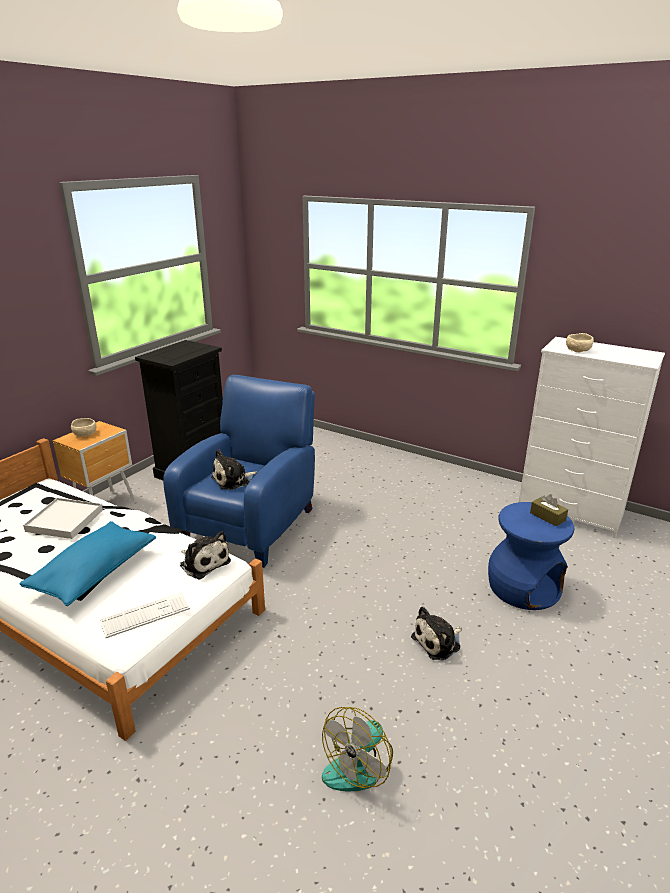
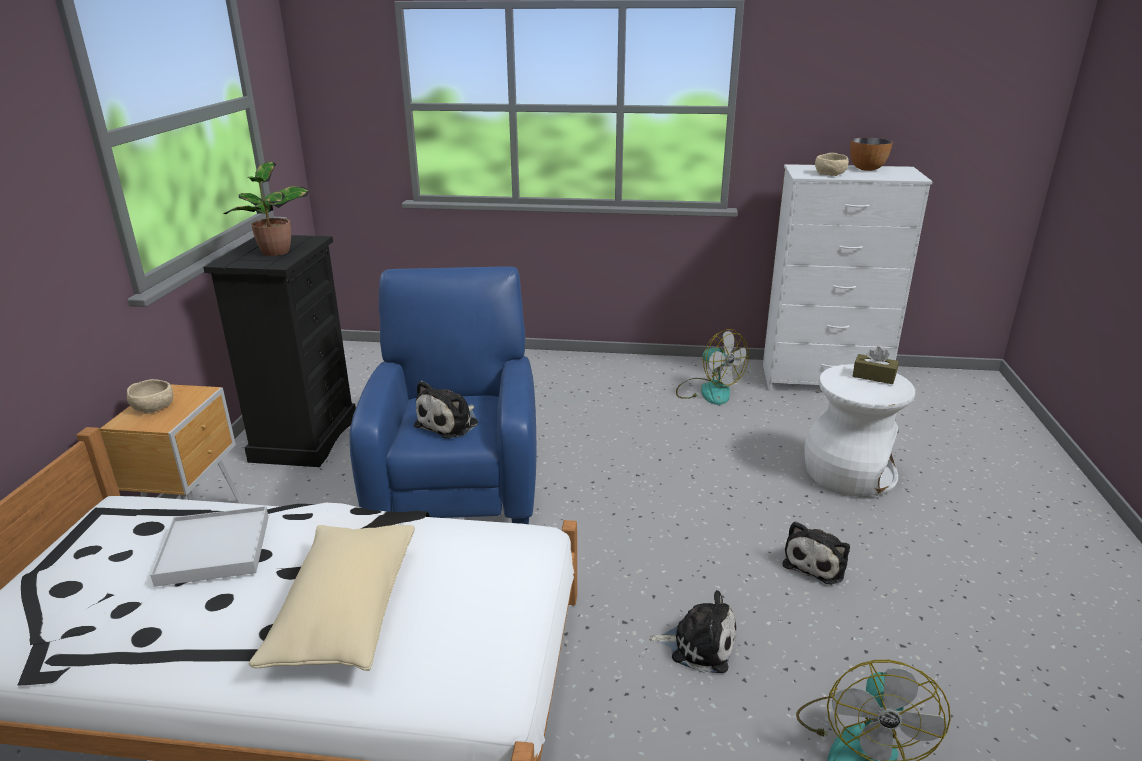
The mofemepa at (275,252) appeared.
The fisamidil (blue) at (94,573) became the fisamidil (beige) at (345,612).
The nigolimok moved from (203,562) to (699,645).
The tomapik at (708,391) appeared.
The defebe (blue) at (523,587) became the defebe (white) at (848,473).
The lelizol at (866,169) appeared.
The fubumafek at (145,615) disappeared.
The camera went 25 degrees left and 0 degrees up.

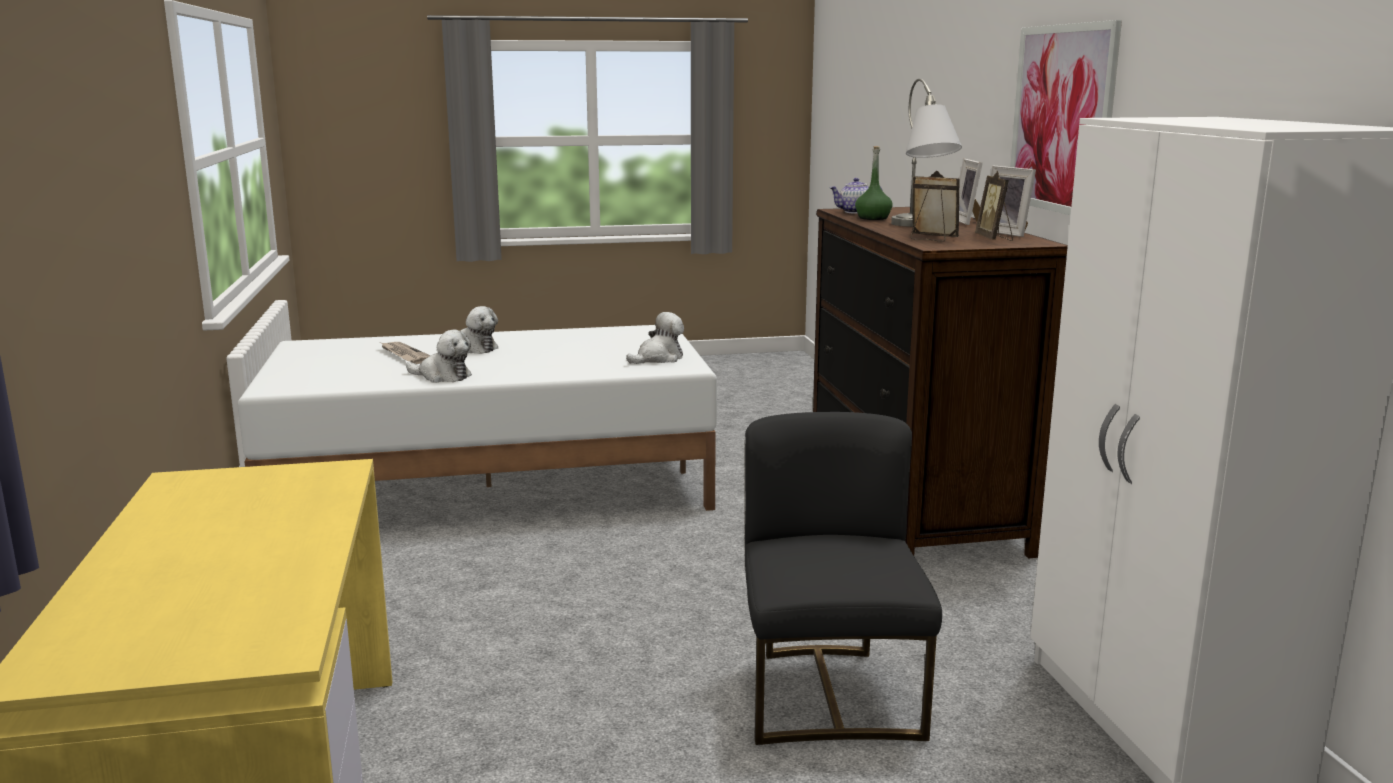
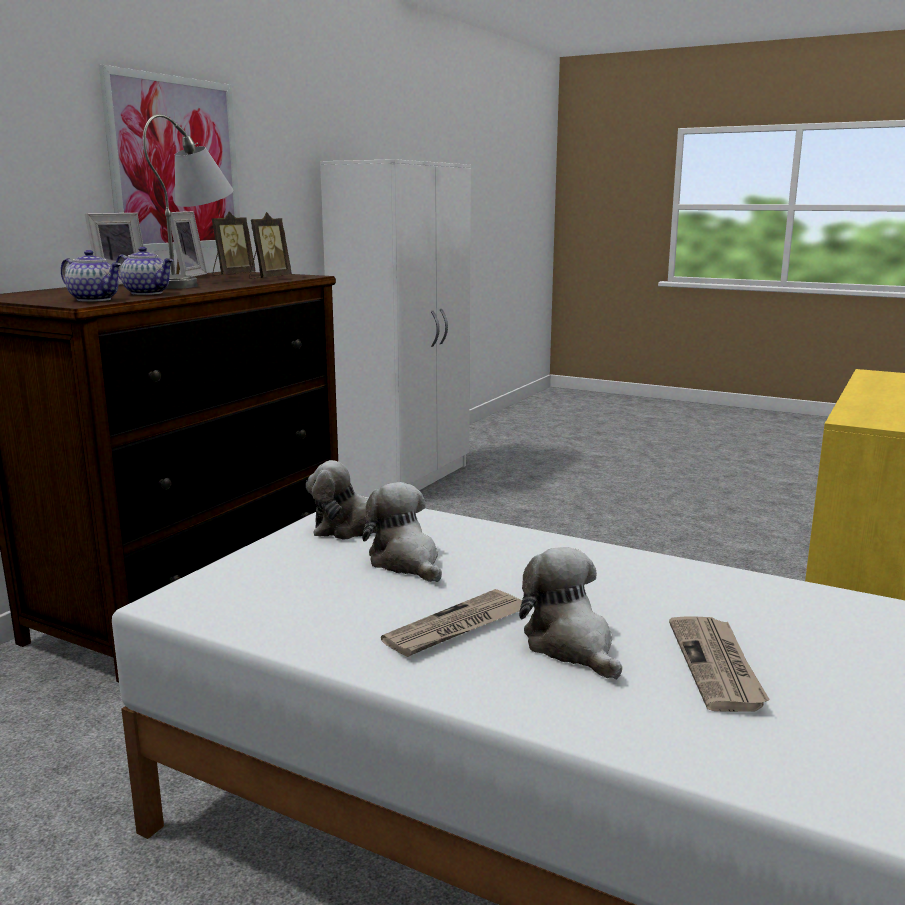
The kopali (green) at (873,218) was replaced by the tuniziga at (148,293).
The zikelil at (931,239) turned 135 degrees counterclockwise.
The nigolimok moved from (442,376) to (406,562).
The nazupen at (456,628) appeared.
The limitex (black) at (829,695) disappeared.
The camera went 140 degrees left and 0 degrees up.

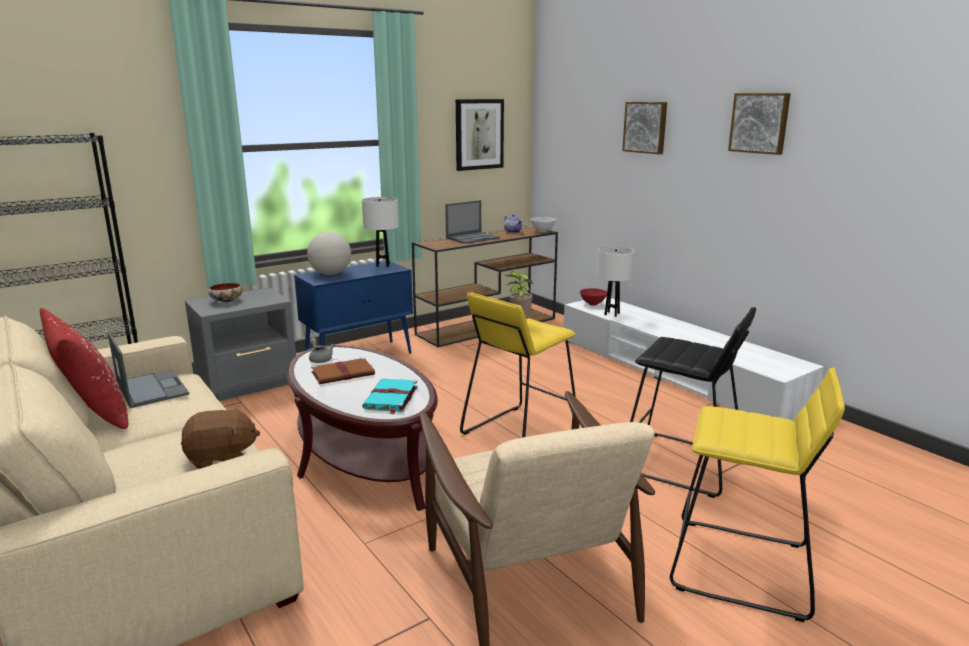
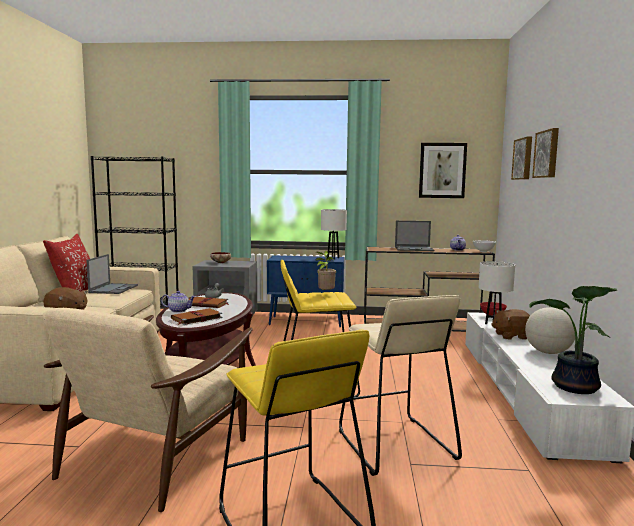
The tuniziga at (179,310) appeared.
The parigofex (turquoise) at (390,398) became the parigofex (brown) at (196,318).
The defebe (black) at (681,463) became the defebe (beige) at (394,445).
The nigolimok (brown) at (511,336) appeared.
The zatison moved from (760,123) to (523,159).
The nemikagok moved from (331,274) to (548,352).
The mofemepa at (574,388) appeared.
The camera went 40 degrees right and 10 degrees down.

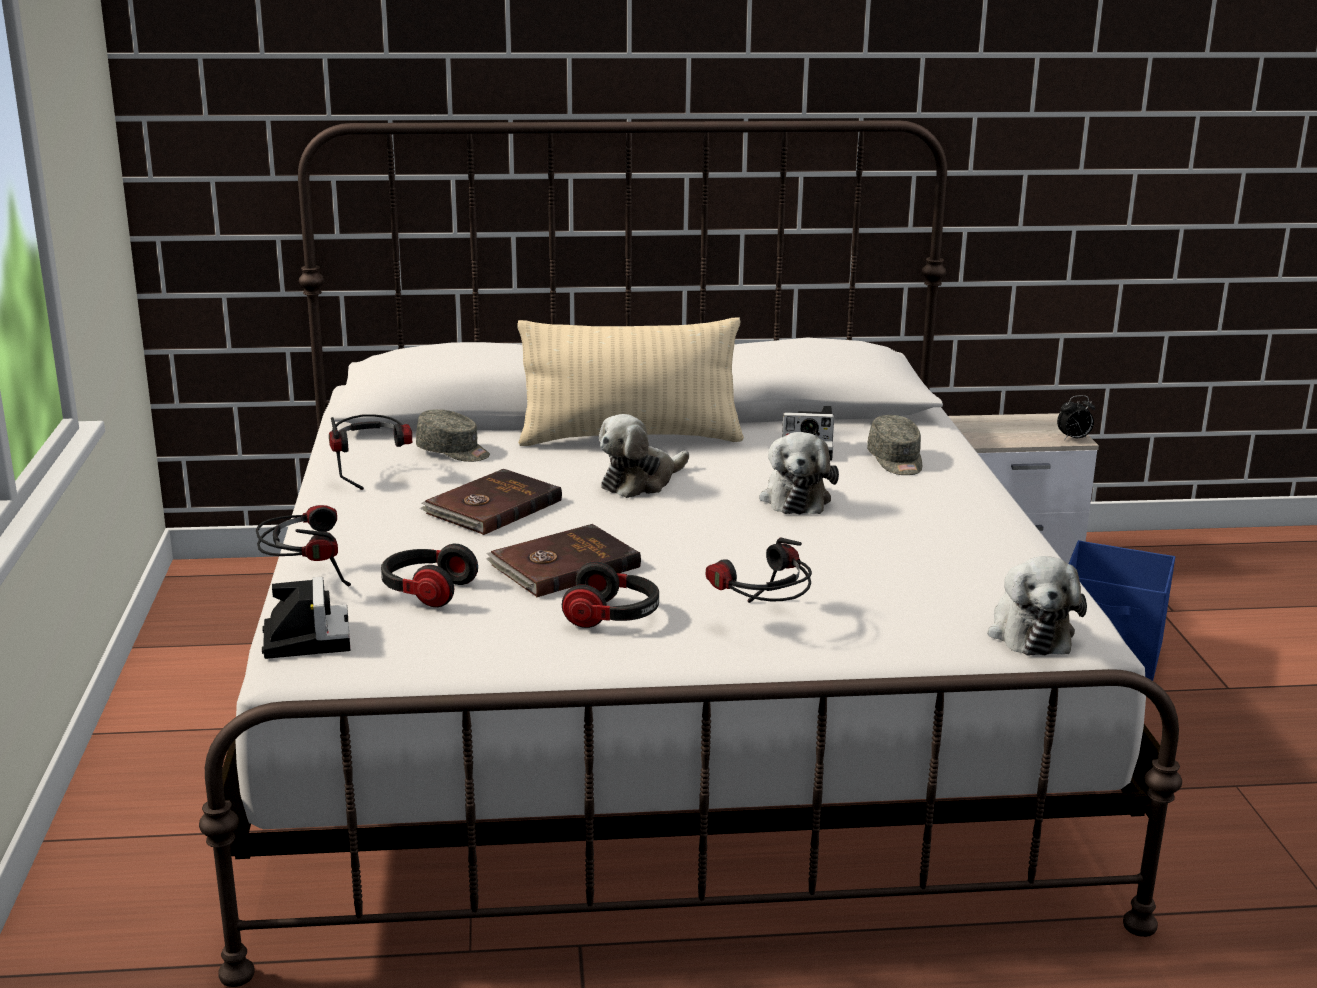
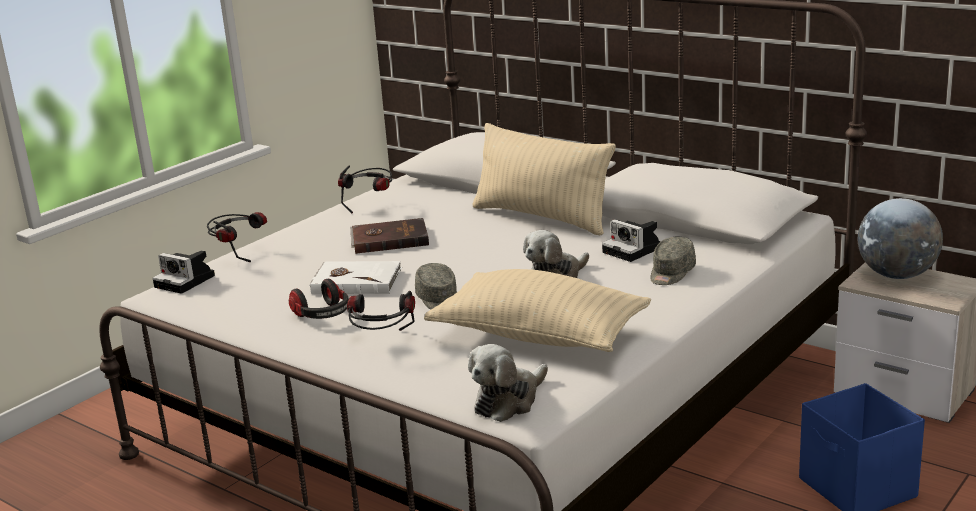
The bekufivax at (305,638) turned 90 degrees clockwise.
The parigofex (brown) at (563,566) became the parigofex (white) at (356,281).
The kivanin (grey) moved from (453,452) to (439,300).
The fisamidil (beige) at (539,336) appeared.
The nemikagok at (897,275) appeared.
The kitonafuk at (426,591) disappeared.
The nigolimok at (640,482) disappeared.
The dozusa at (1074,439) disappeared.
The camera went 45 degrees right and 0 degrees up.

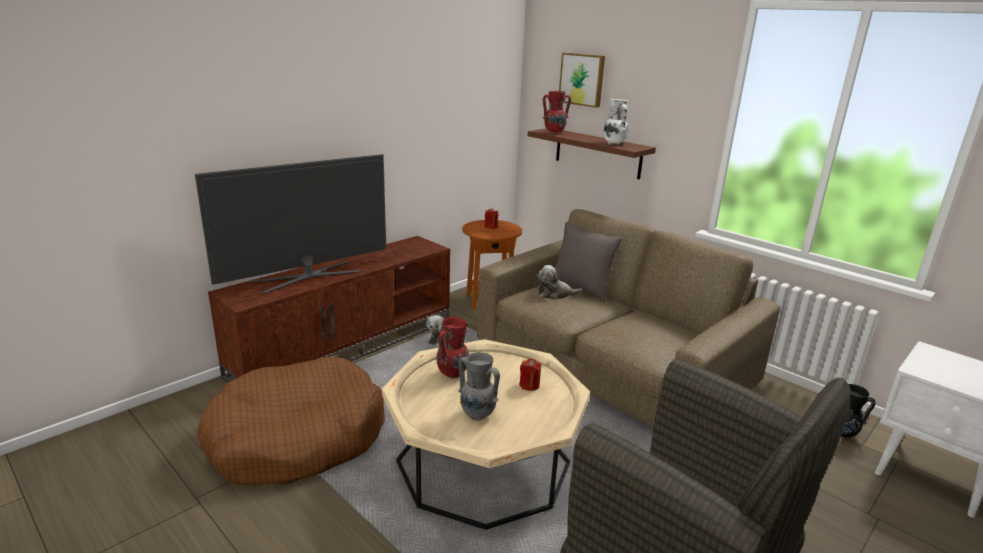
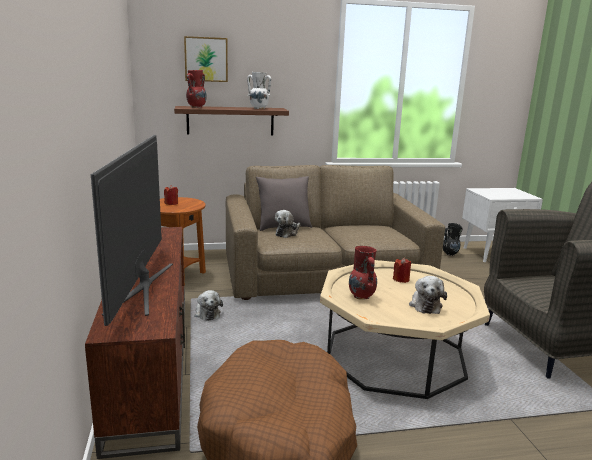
The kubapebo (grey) at (477,414) was replaced by the nigolimok at (425,305).
The camera went 55 degrees left and 5 degrees down.

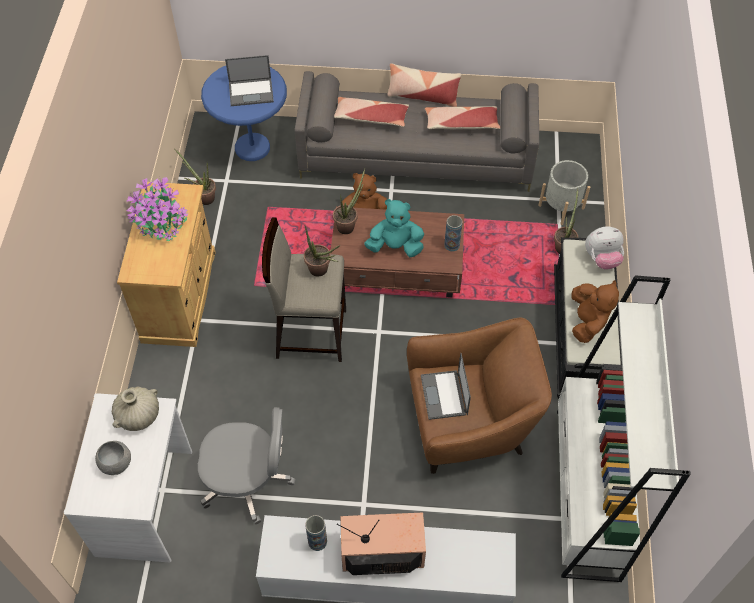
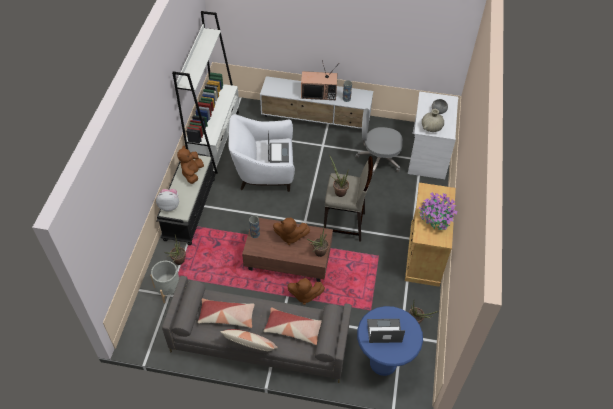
The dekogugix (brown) at (469,423) became the dekogugix (white) at (264,173).
The nigolimok (turquoise) at (395,246) became the nigolimok (brown) at (290,236).
The camera went 175 degrees left and 5 degrees down.

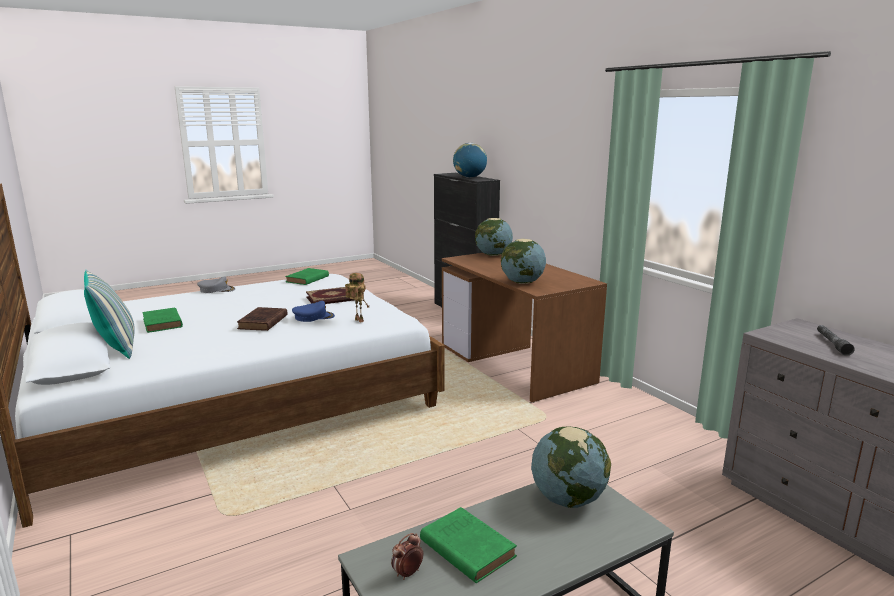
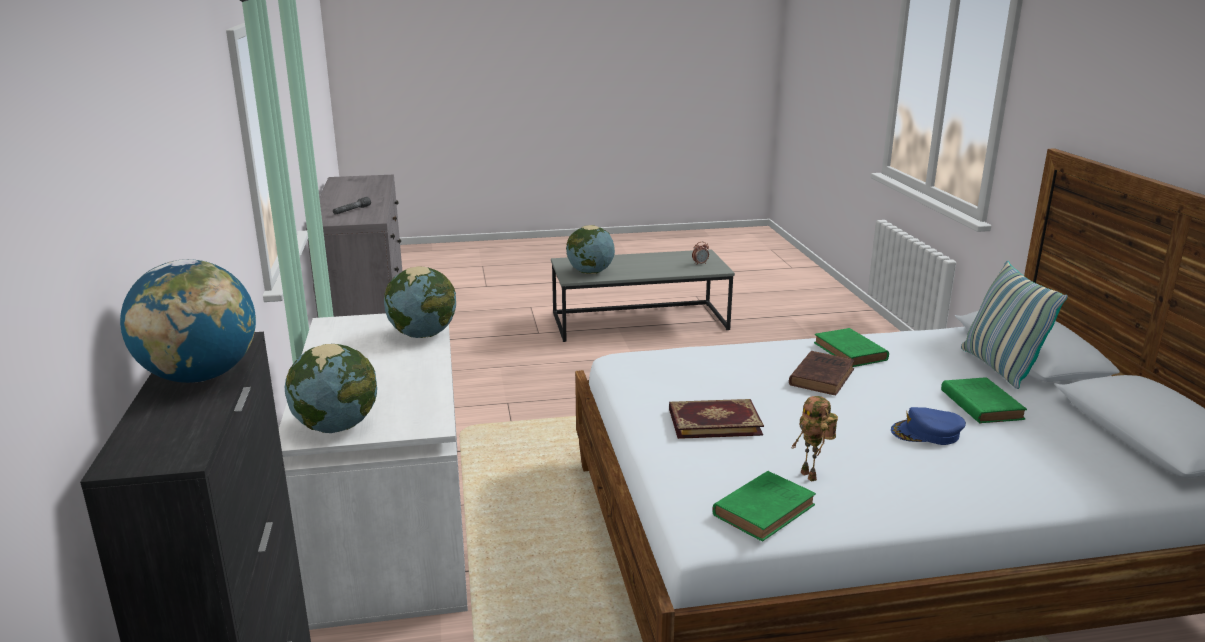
The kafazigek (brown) at (516,363) became the kafazigek (white) at (388,525).
The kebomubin moved from (357,321) to (811,476).
The parigofex (green) moved from (465,547) to (851,352).
The kivanin (blue) moved from (313,317) to (926,433).
The kivanin (grey) at (216,290) disappeared.
The camera went 160 degrees left and 5 degrees up.

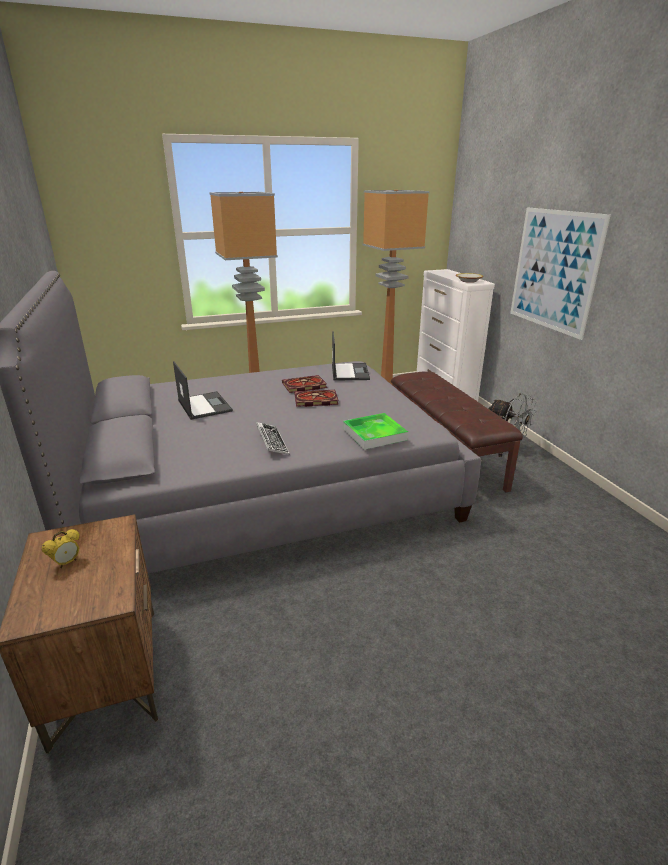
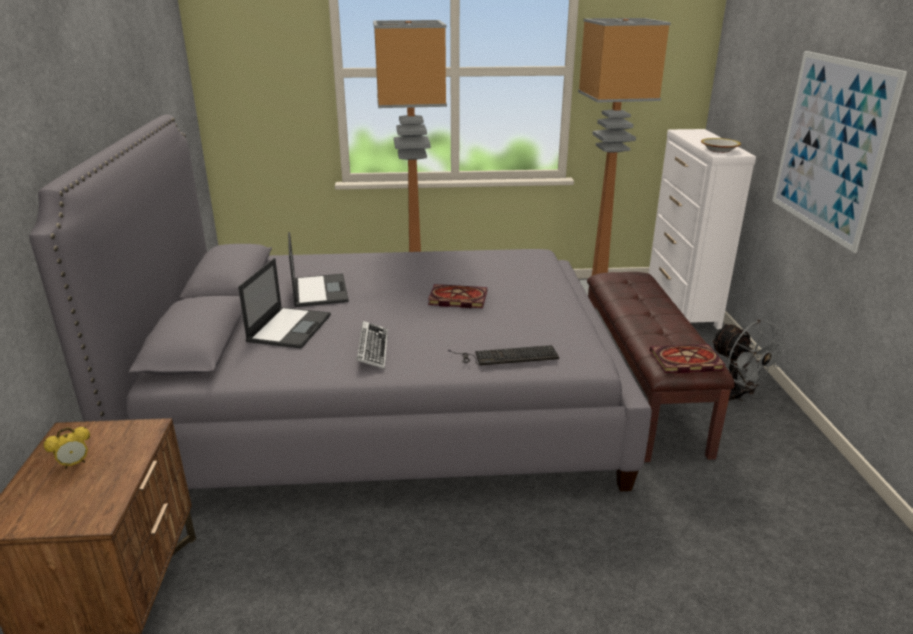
The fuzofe moved from (349,372) to (289,327).
The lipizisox at (374,434) was replaced by the fubumafek at (506,356).
The parigofex moved from (303,386) to (685,362).
The camera went 15 degrees right and 0 degrees up.

